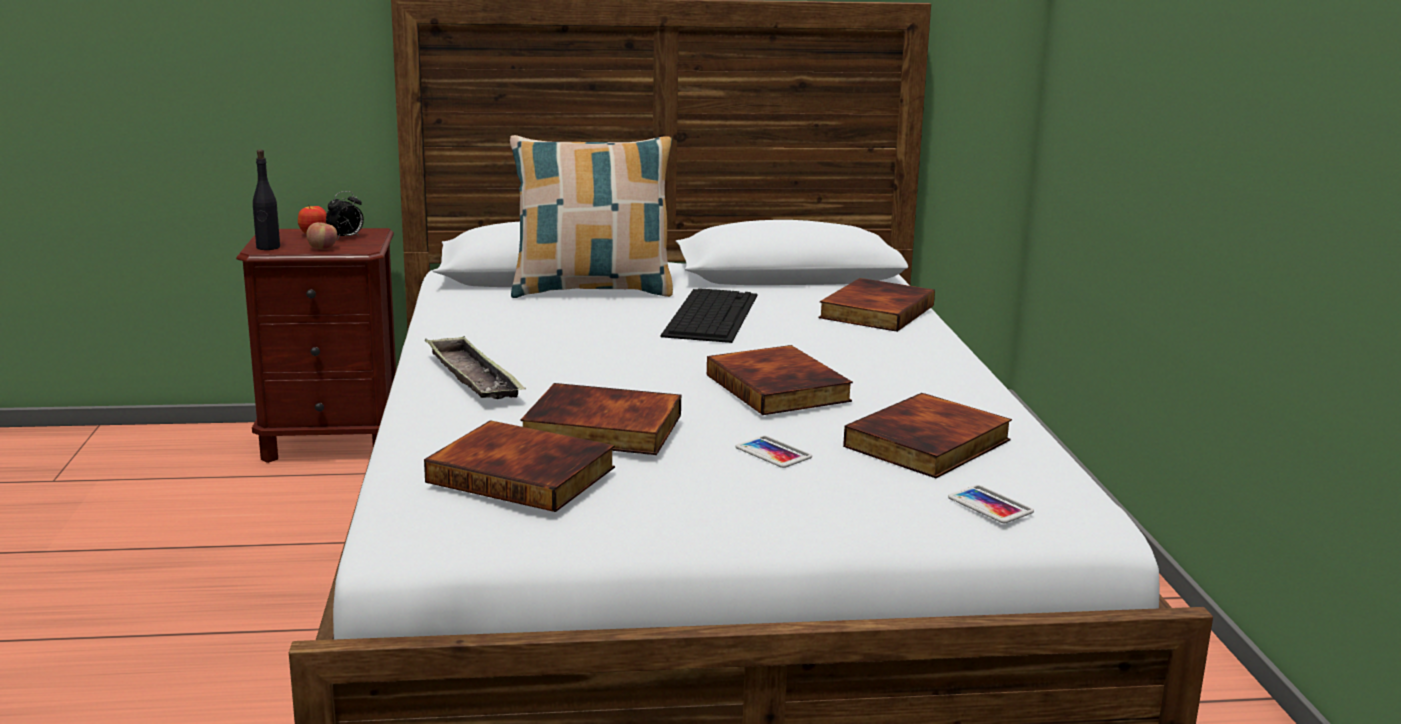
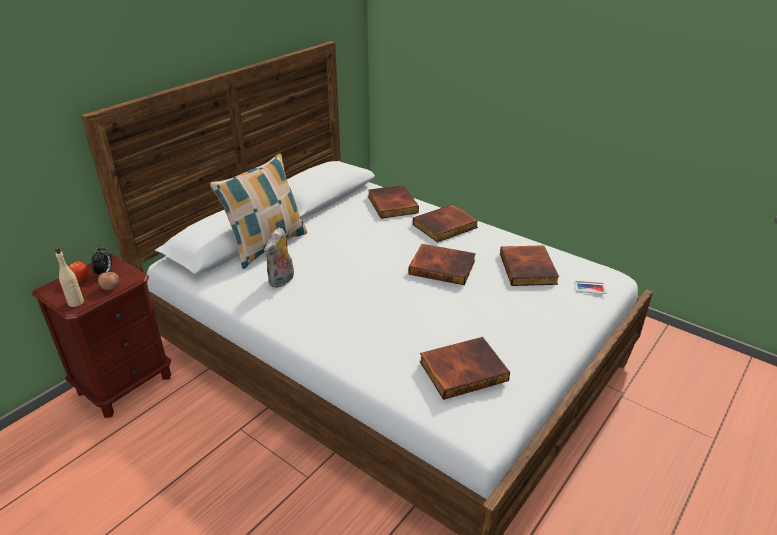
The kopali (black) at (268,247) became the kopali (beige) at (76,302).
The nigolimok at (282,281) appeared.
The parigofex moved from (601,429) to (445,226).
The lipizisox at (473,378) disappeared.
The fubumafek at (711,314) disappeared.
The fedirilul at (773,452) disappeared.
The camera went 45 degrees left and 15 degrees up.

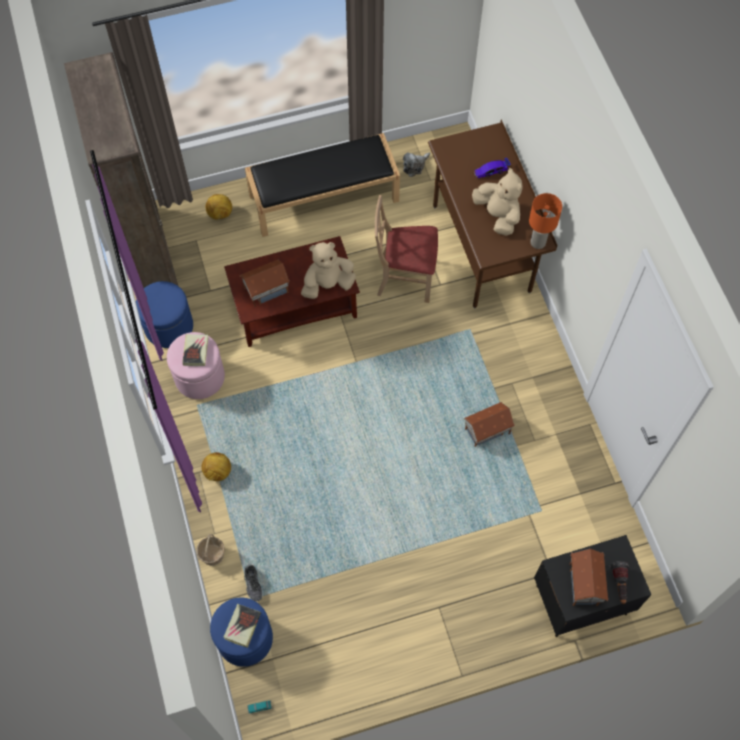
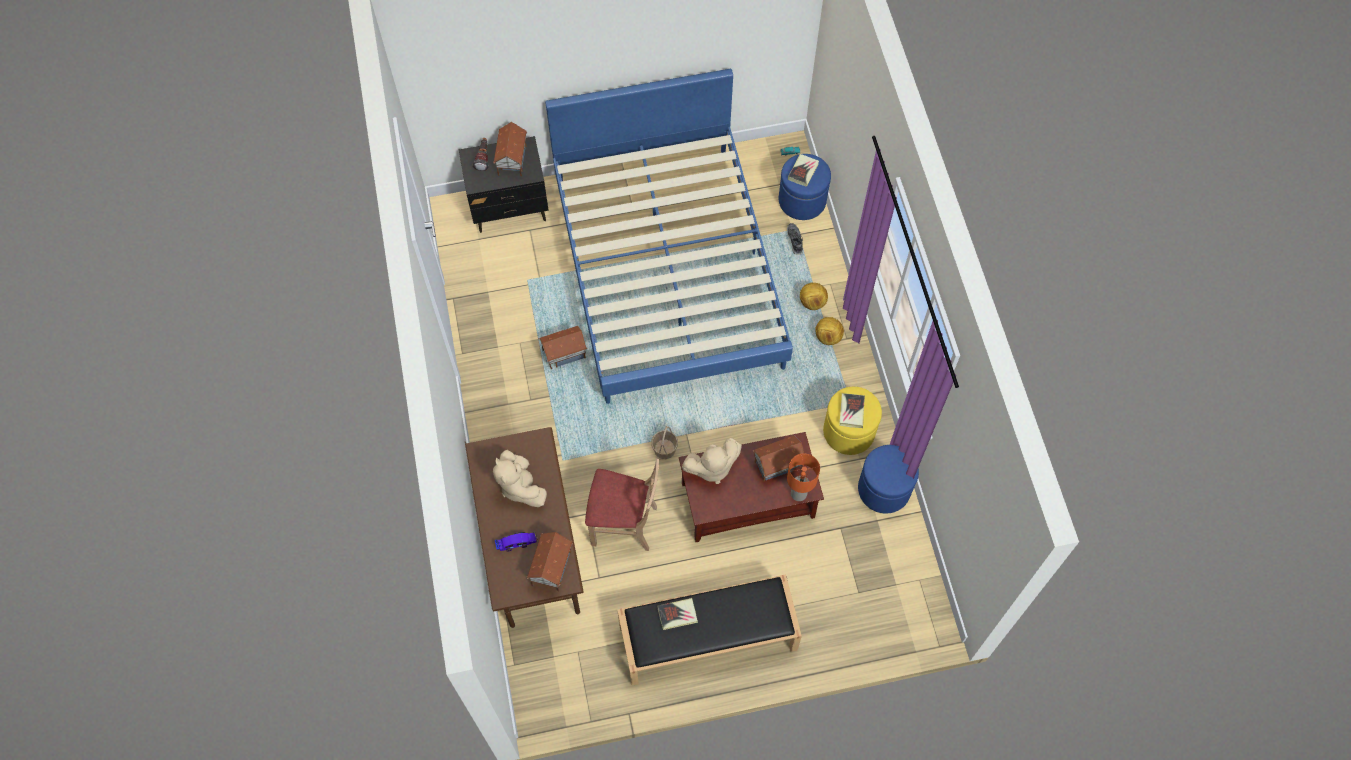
The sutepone at (551,568) appeared.
The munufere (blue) at (668,269) appeared.
The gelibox moved from (212,554) to (664,449).
The parigofex at (677,615) appeared.
The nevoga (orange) moved from (537,243) to (799,493).
The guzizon moved from (220,214) to (812,302).
The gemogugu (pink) at (199,377) became the gemogugu (yellow) at (849,431).
The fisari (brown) at (148,251) disappeared.
The nigolimok at (415,166) disappeared.
The camera went 175 degrees left and 0 degrees up.

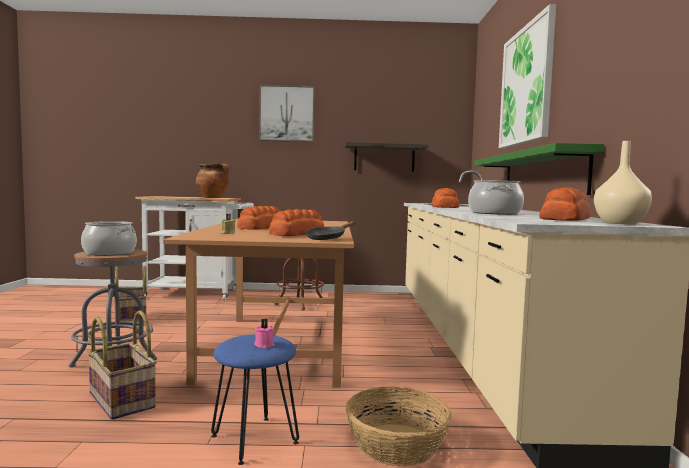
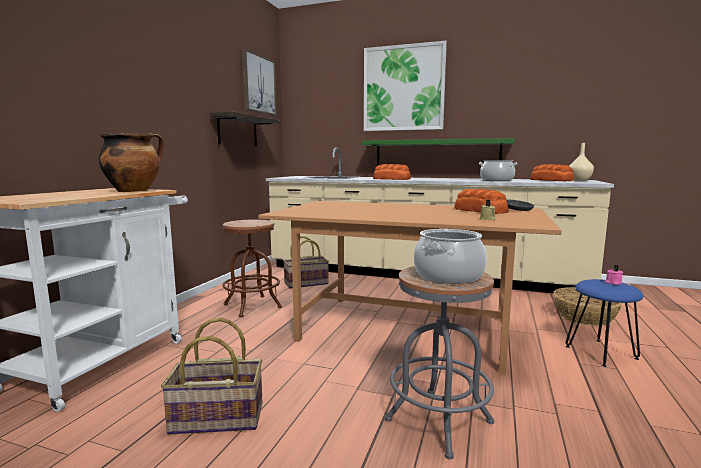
The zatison moved from (287,114) to (258,84).
The gelibox moved from (123,400) to (306,283).
The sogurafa at (260,227) disappeared.
The camera went 70 degrees left and 5 degrees up.

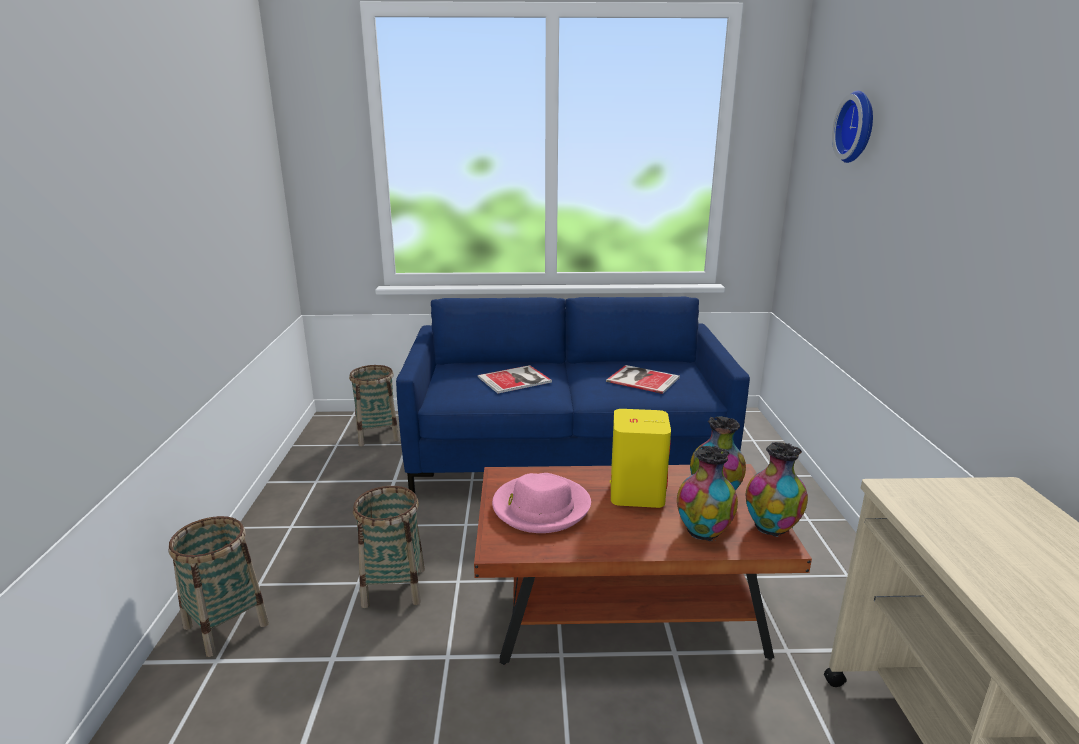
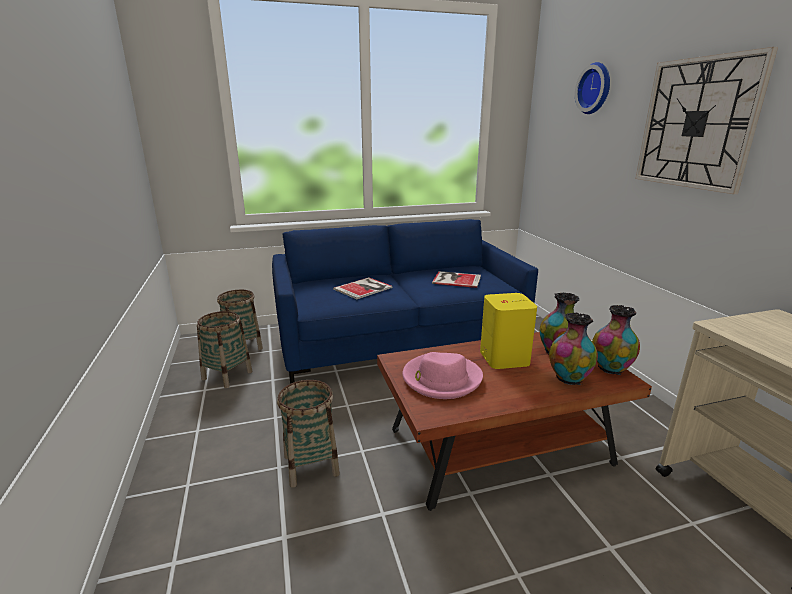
The gelibox moved from (226,625) to (227,375).
The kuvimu at (696,123) appeared.
The camera went 15 degrees left and 0 degrees up.

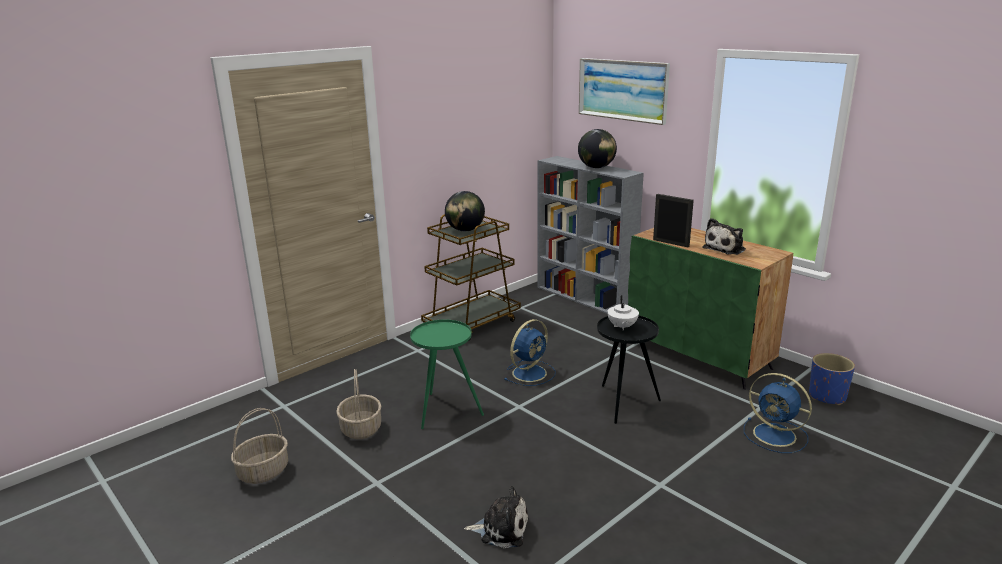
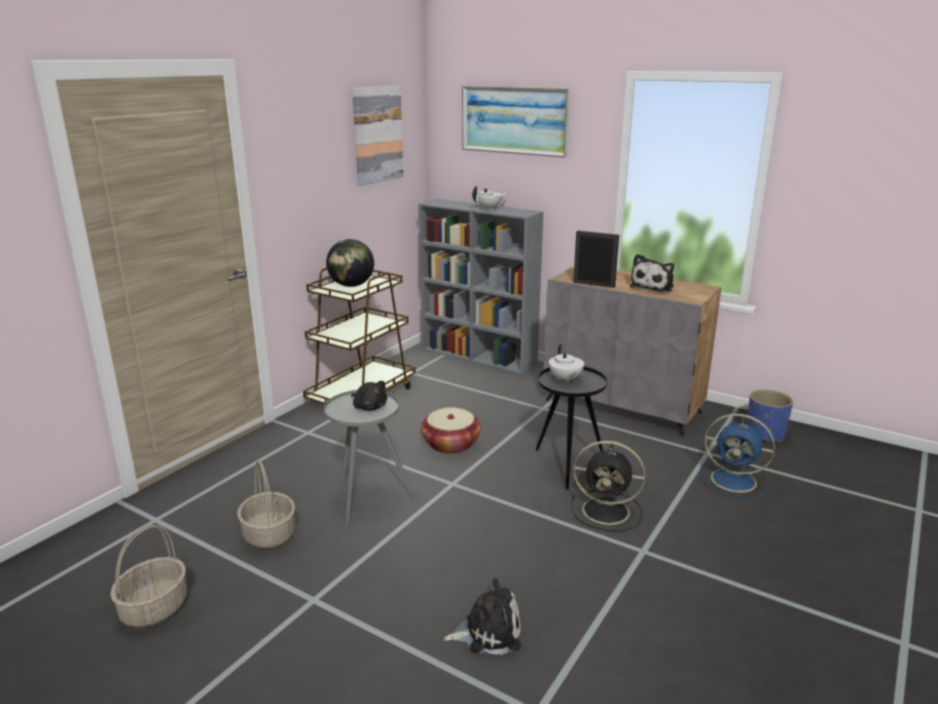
The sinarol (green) at (445,410) became the sinarol (grey) at (367,499).
The nigolimok (black) at (369,407) appeared.
The zatison at (377,134) appeared.
The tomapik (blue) at (530,372) was replaced by the gelibox at (451,444).
The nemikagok at (596,167) was replaced by the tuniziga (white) at (489,208).
The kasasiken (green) at (699,355) became the kasasiken (grey) at (623,406).
The tomapik (black) at (608,511) appeared.
The camera went 15 degrees left and 0 degrees up.

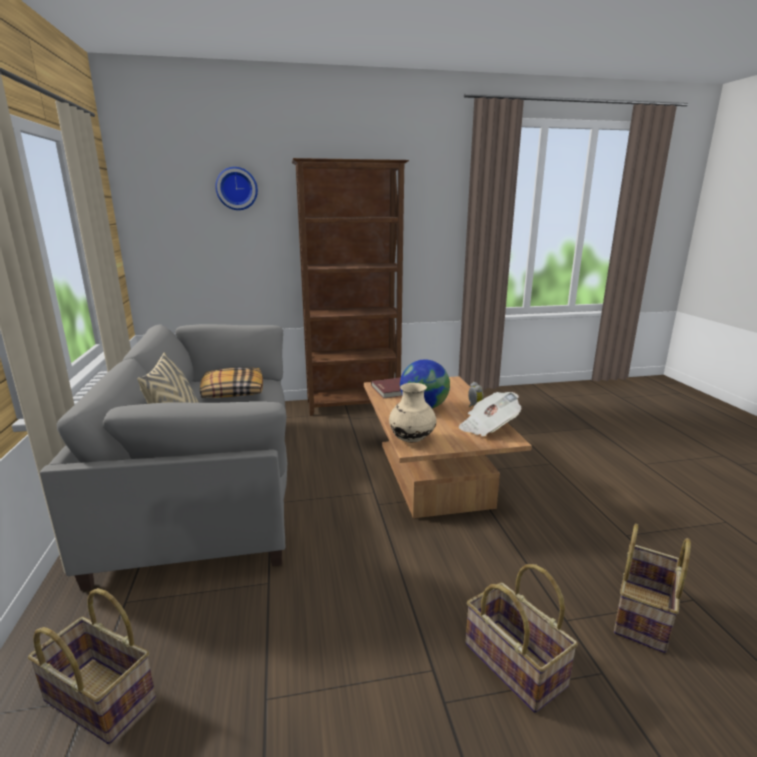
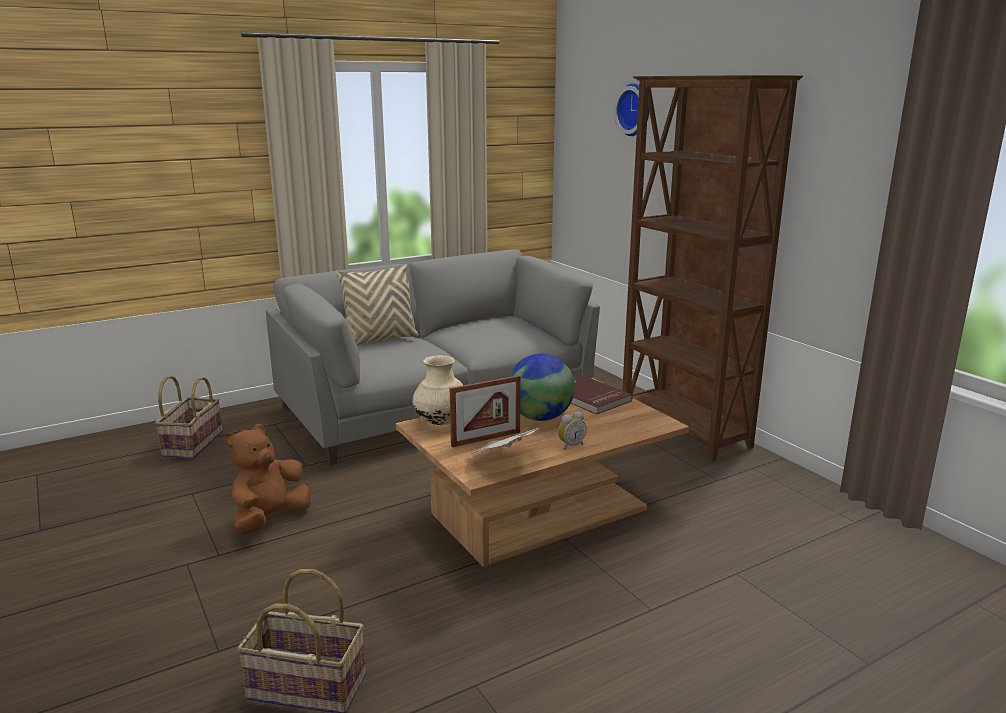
The nigolimok (brown) at (269,519) appeared.
The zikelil at (486,439) appeared.
The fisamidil at (232,391) disappeared.
The gelibox at (512,664) disappeared.
The camera went 70 degrees right and 0 degrees up.

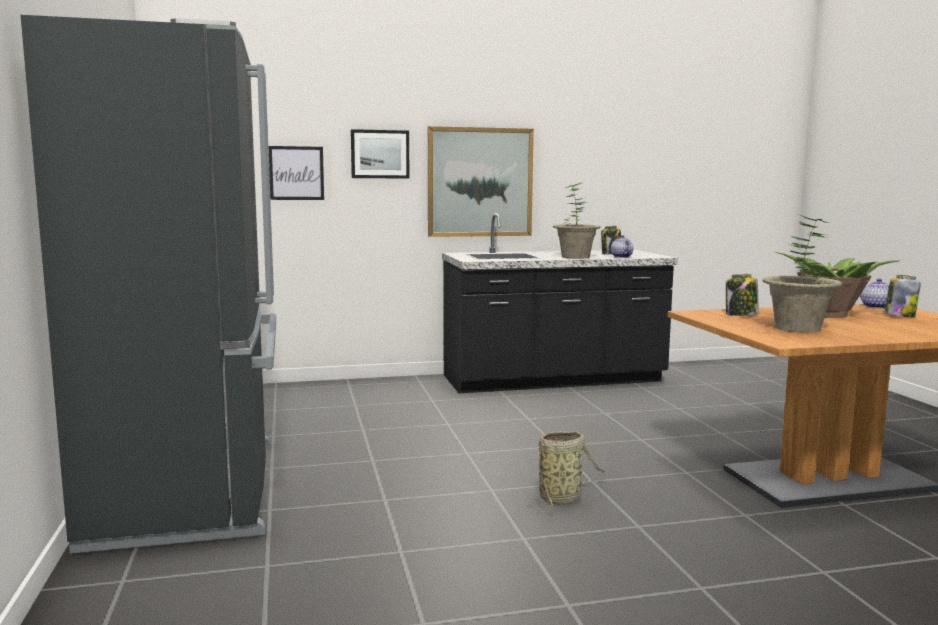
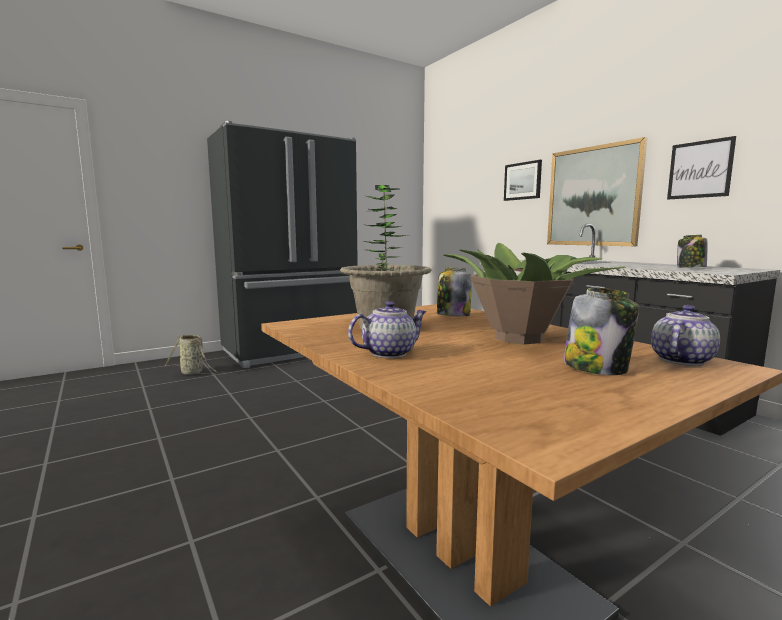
The gelibox moved from (562,498) to (193,373).
The tuniziga moved from (621,257) to (389,353).
The zatison moved from (296,173) to (700,169).
The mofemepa at (575,257) disappeared.
The camera went 70 degrees right and 0 degrees up.

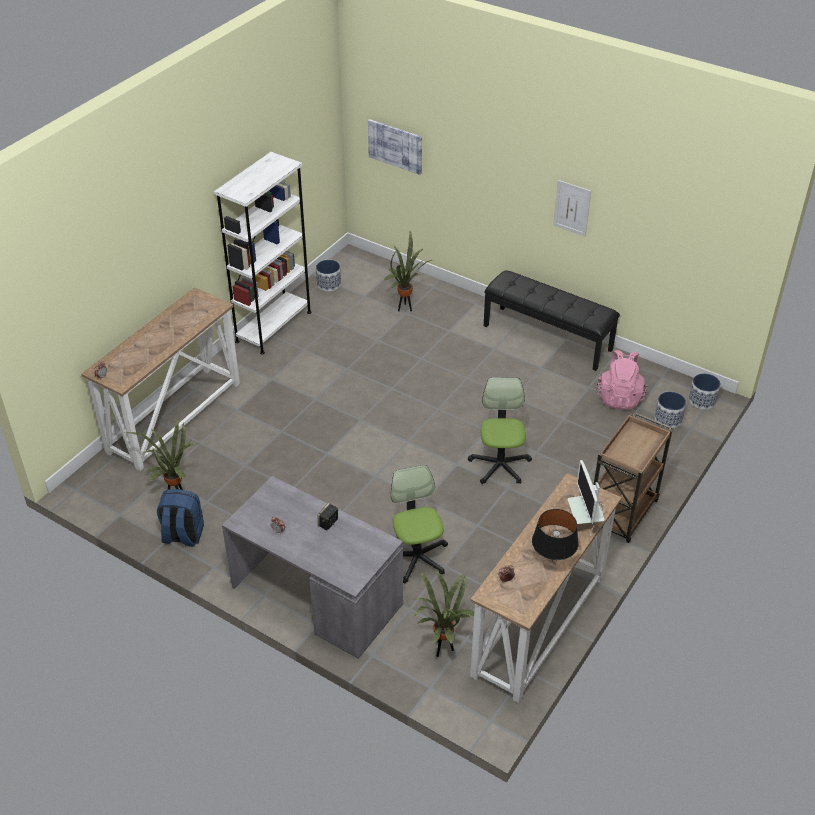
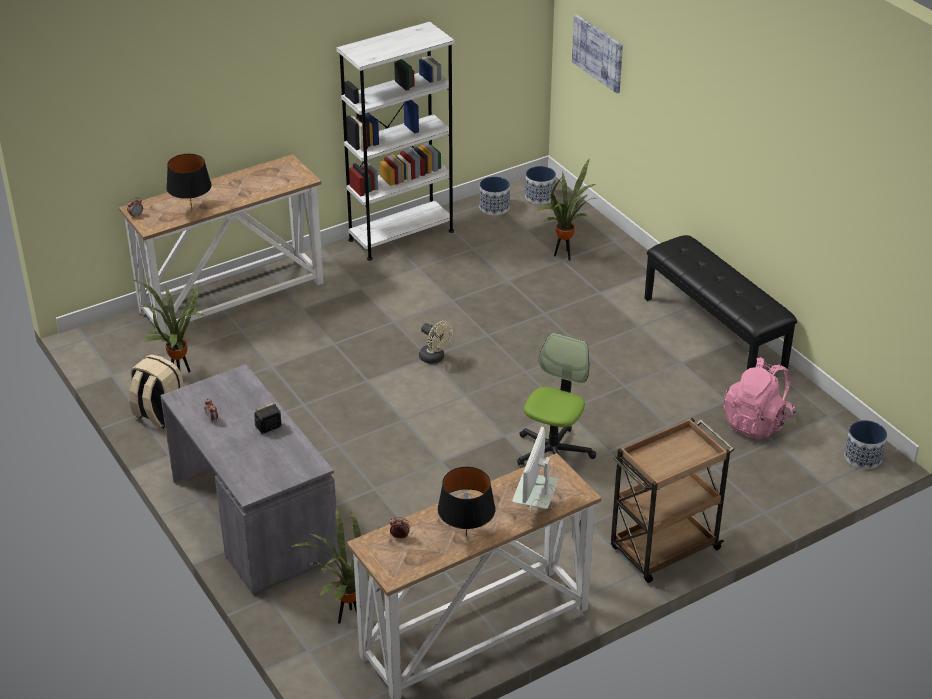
The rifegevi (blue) at (182,535) became the rifegevi (beige) at (159,415).
The nevoga (black) at (192,211) appeared.
The tomapik (beige) at (435,358) appeared.
The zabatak moved from (668,419) to (540,197).
The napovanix at (416,558) disappeared.
The zatison at (572,208) disappeared.
The camera went 25 degrees right and 5 degrees down.

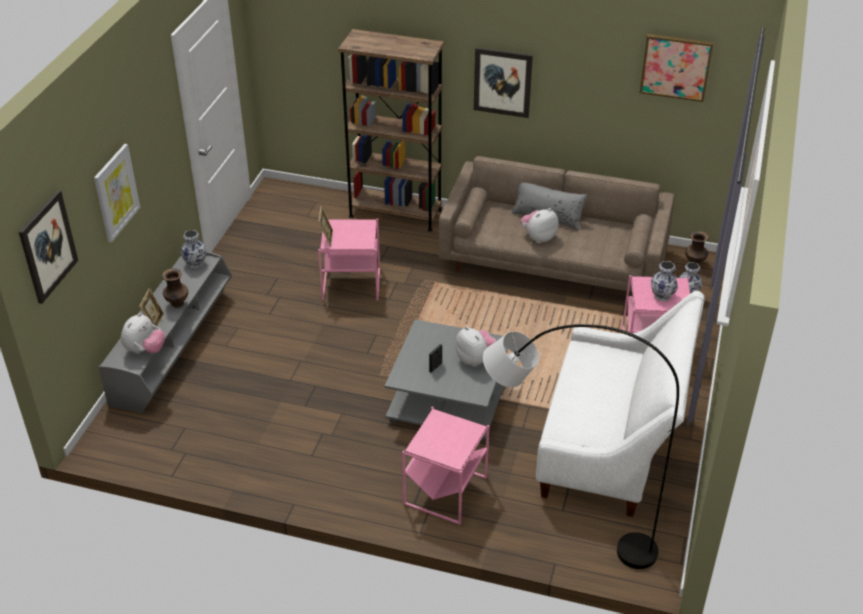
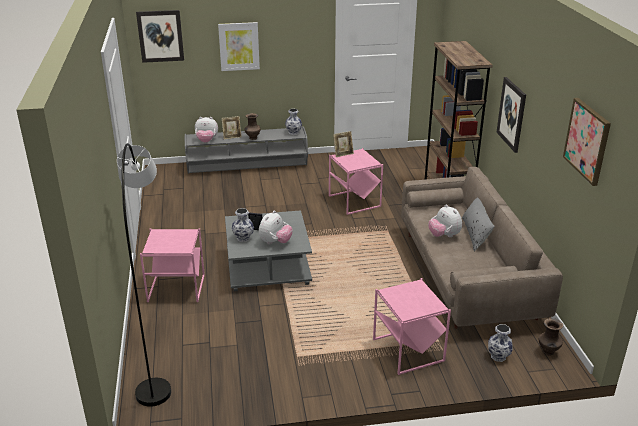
The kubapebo moved from (661,296) to (243,238).
The nigolimok at (538,237) turned 150 degrees counterclockwise.
The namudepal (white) at (612,446) disappeared.
The camera went 65 degrees right and 10 degrees down.

